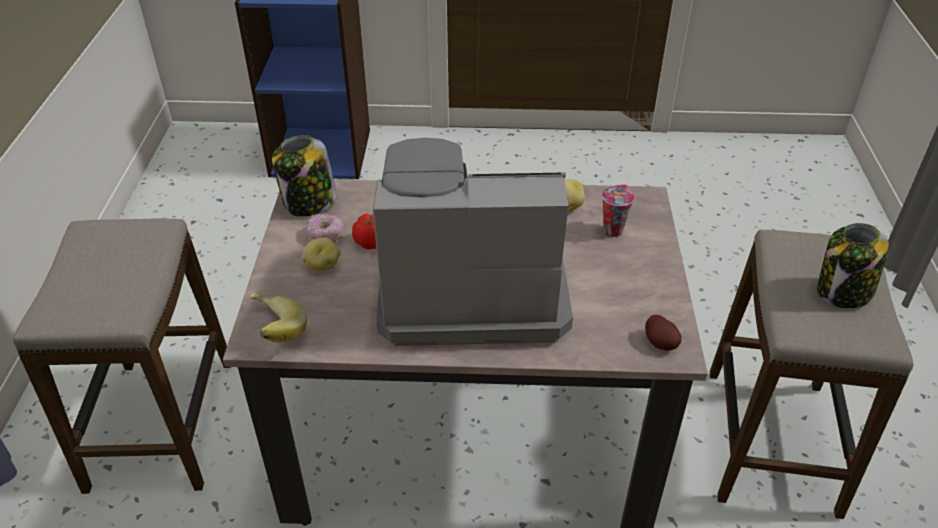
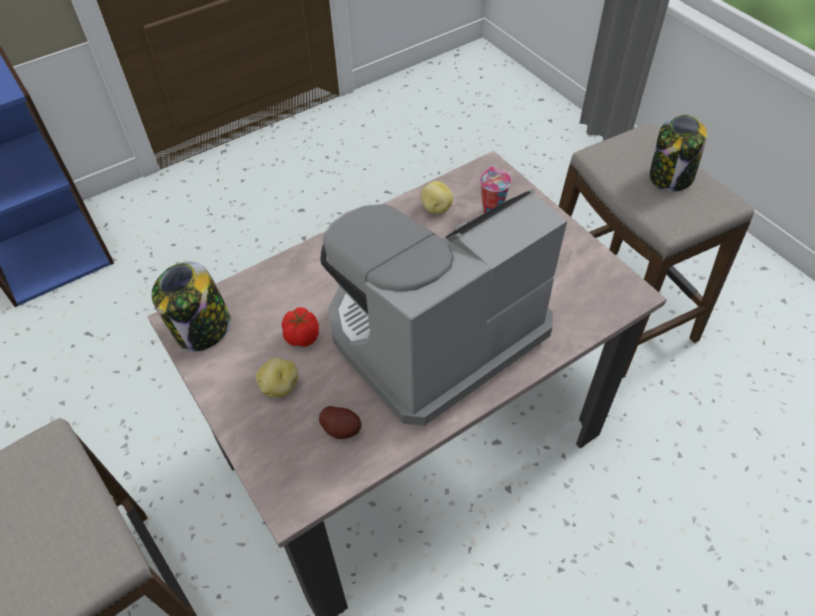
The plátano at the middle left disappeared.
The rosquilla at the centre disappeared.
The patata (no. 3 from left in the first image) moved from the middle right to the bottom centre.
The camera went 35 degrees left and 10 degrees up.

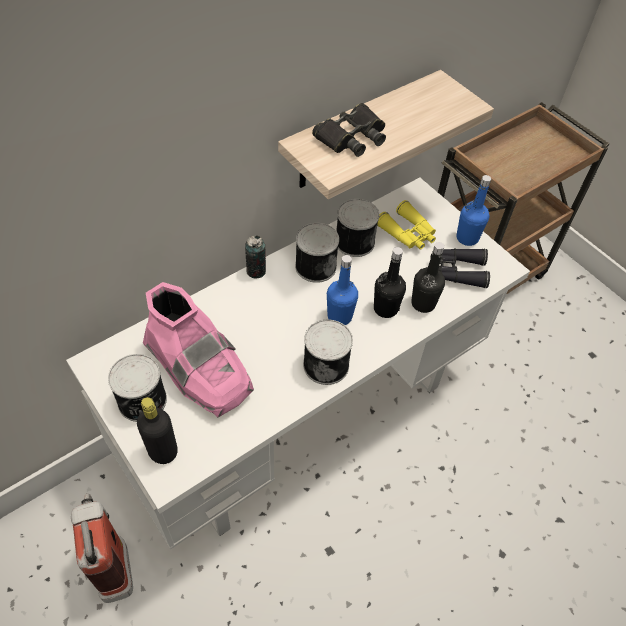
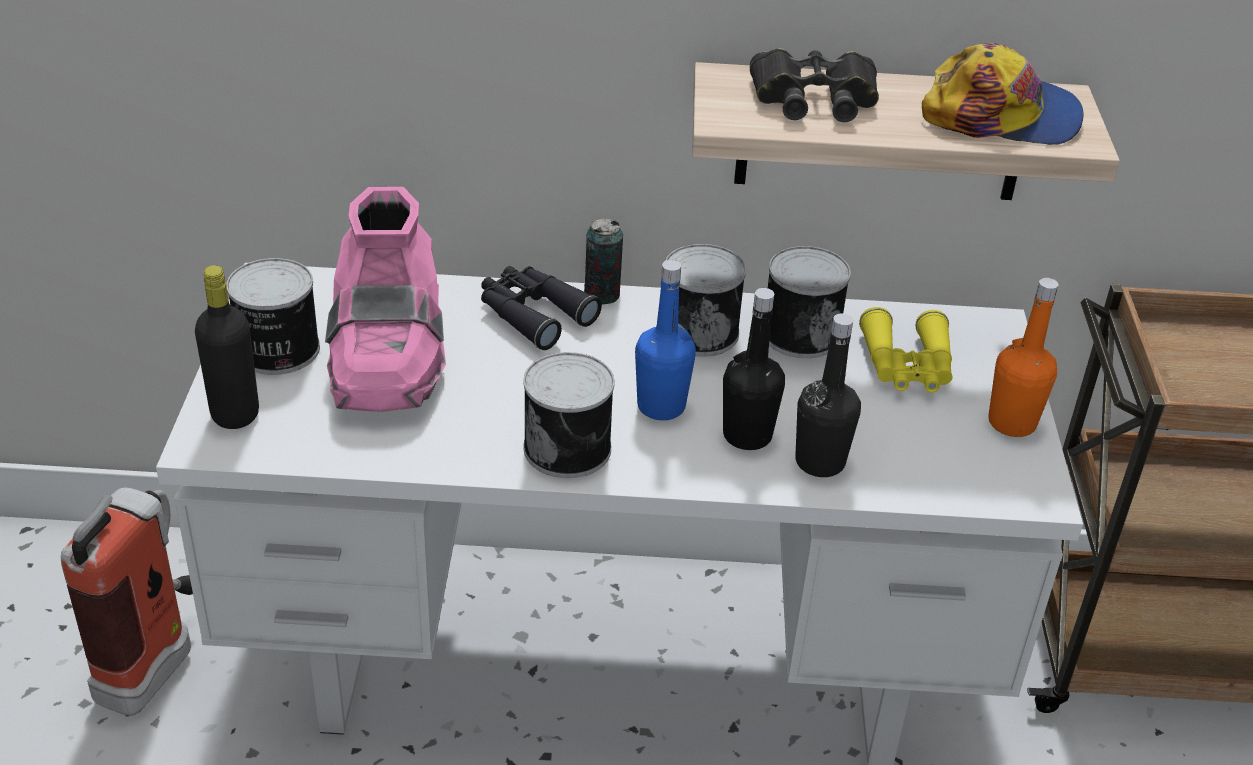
The prismáticos/negro (no. 2 from left in the first image) moved from the middle right to the centre.
The botella/azul (no. 2 from left) at the middle right became the botella/naranja at the middle right.
The gorra at the top right appeared.
The camera went 40 degrees right and 15 degrees down.

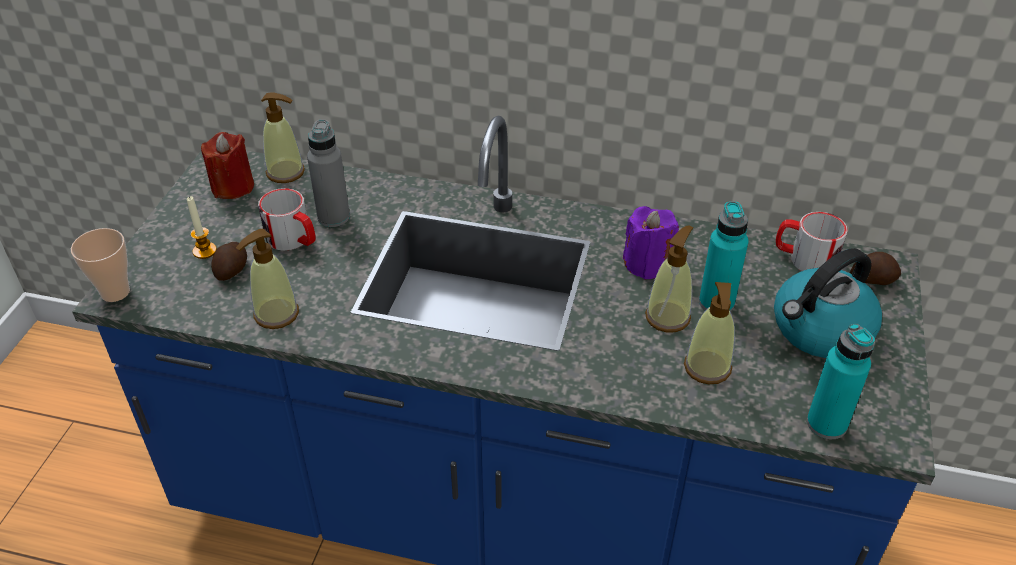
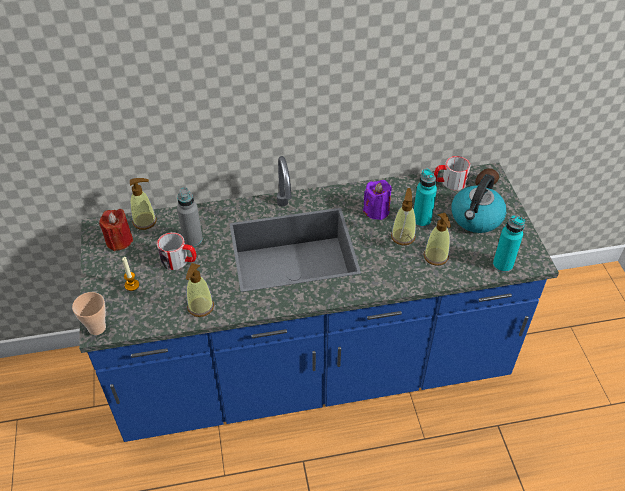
The patata (no. 1 from left) at the middle left disappeared.
The camera went 25 degrees left and 5 degrees up.

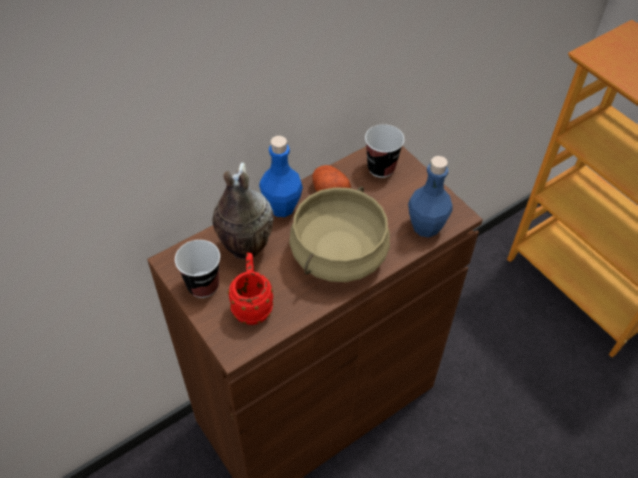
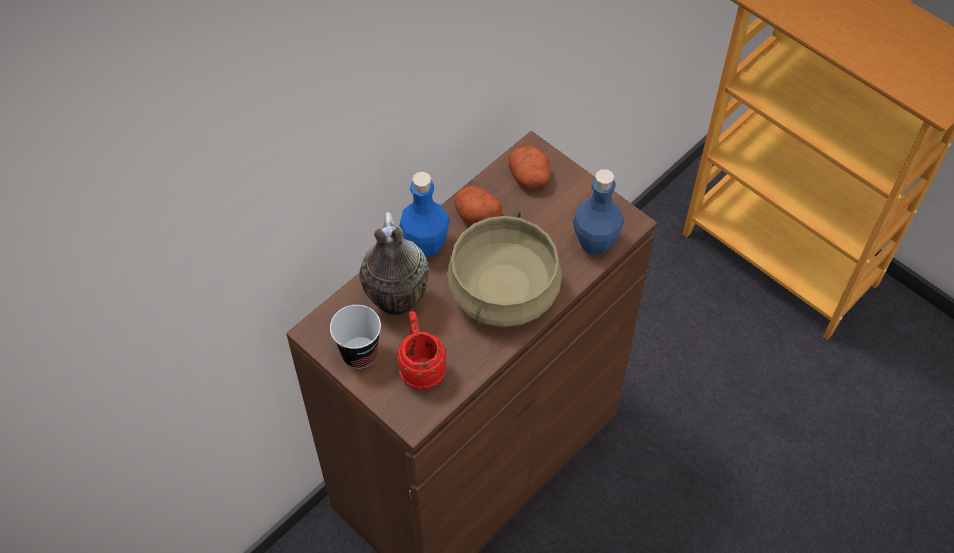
The taza (no. 2 from left) at the top centre was replaced by the patata (no. 2 from left) at the top centre.
The camera went 10 degrees left and 5 degrees up.

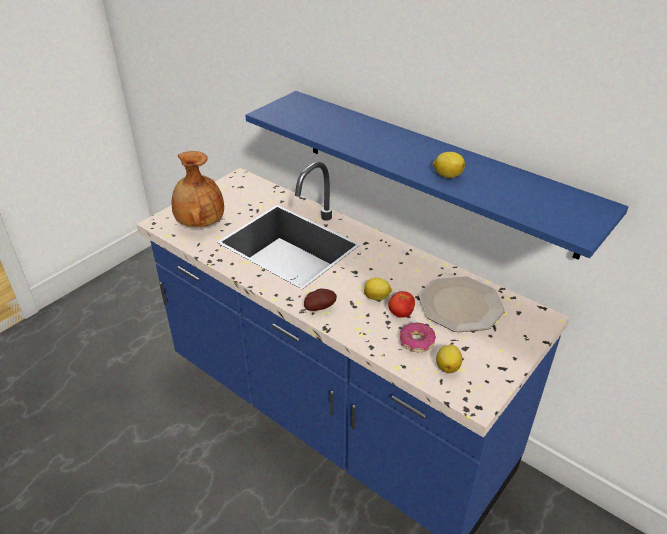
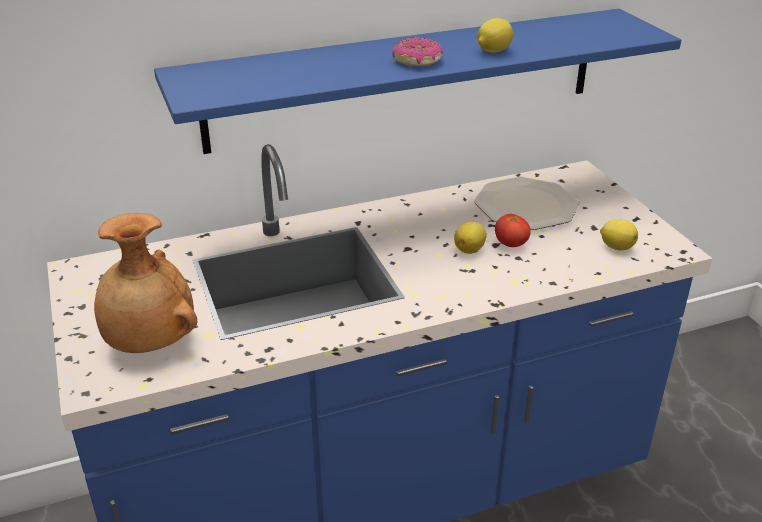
The patata at the centre disappeared.
The rosquilla moved from the centre to the top centre.
The camera went 60 degrees left and 5 degrees down.

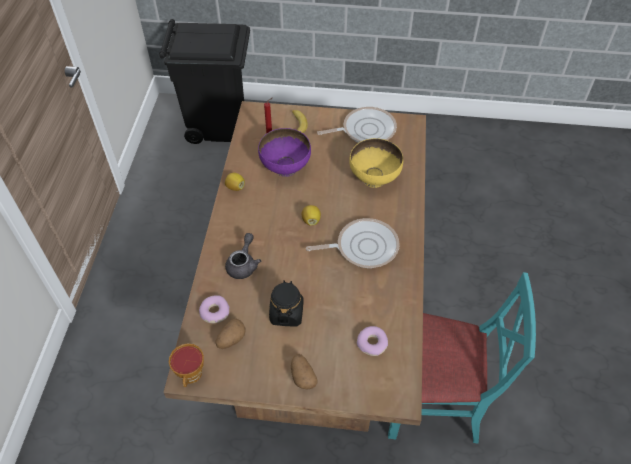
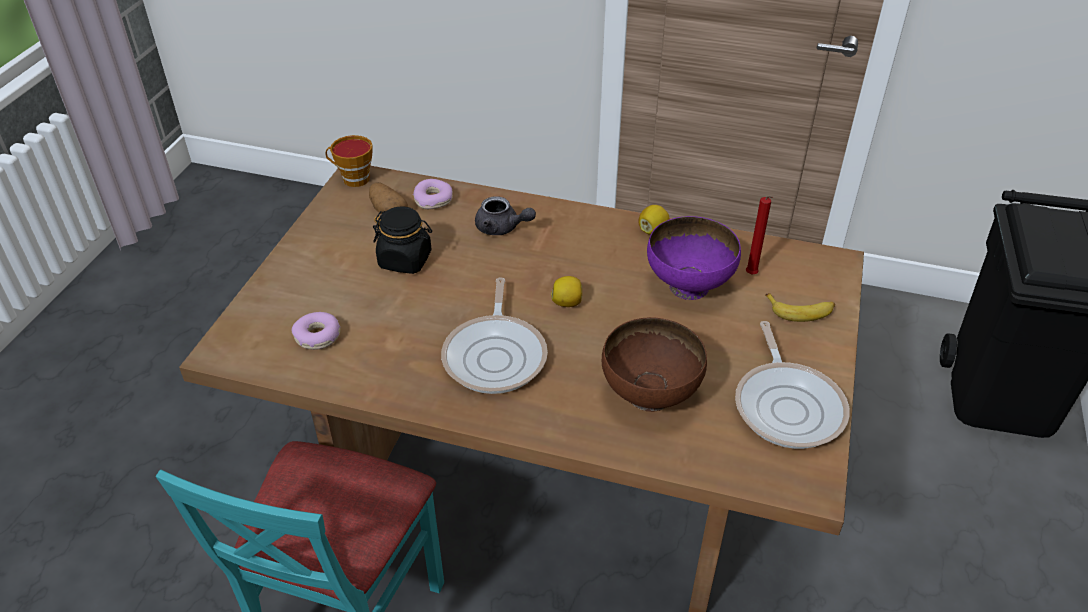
The patata (no. 2 from left) at the bottom centre disappeared.
The cuenco/amarillo at the centre became the cuenco/marrón at the centre.
The camera went 100 degrees right and 10 degrees down.

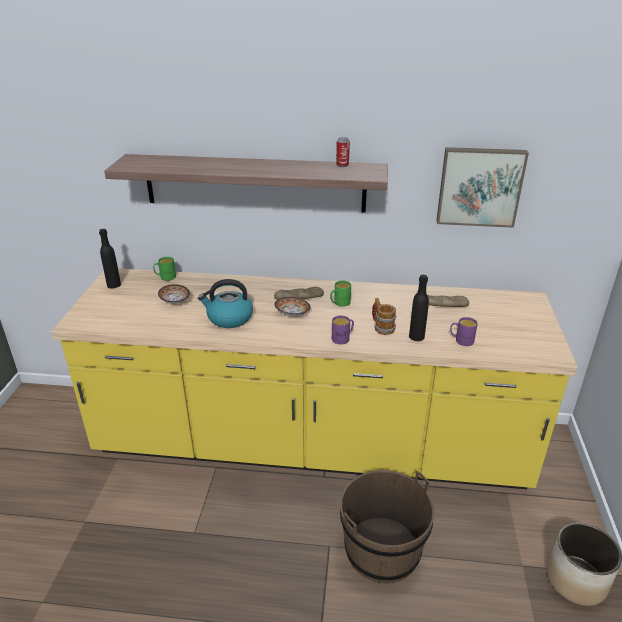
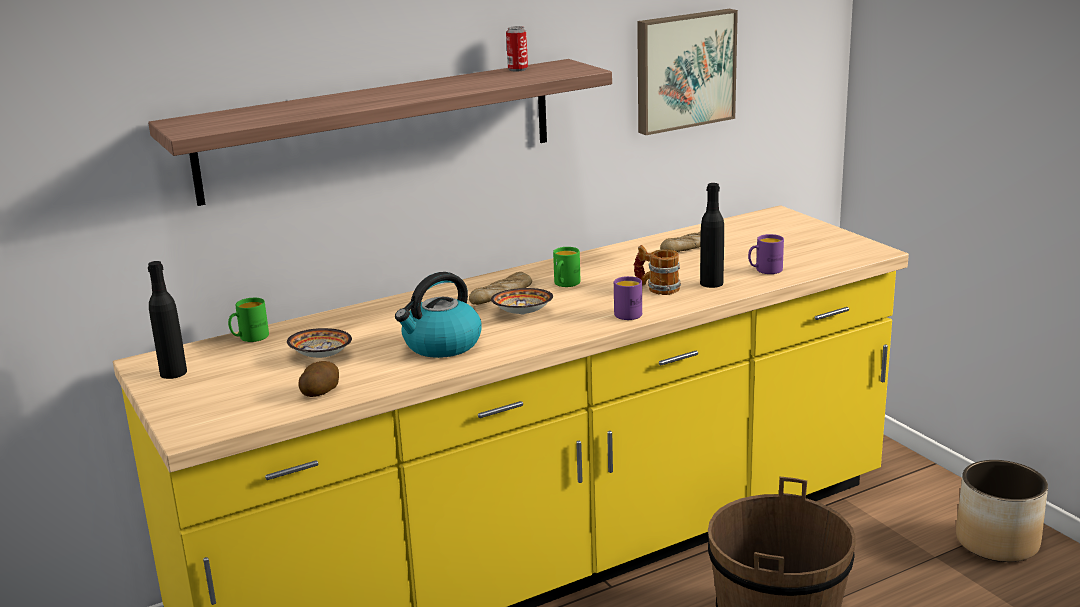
The patata at the middle left appeared.
The camera went 35 degrees left and 10 degrees down.

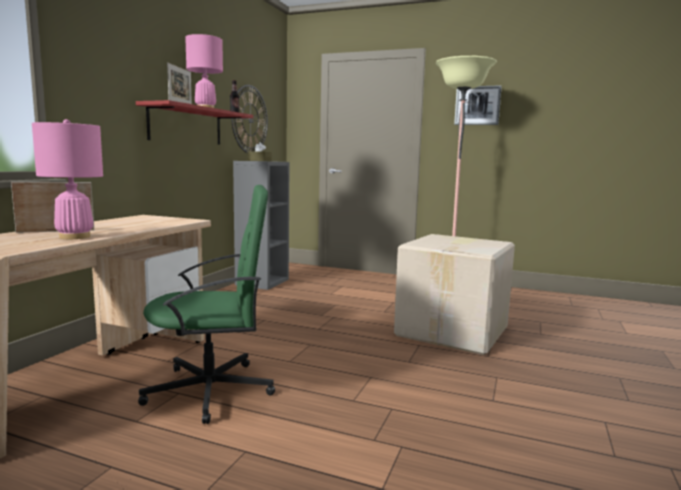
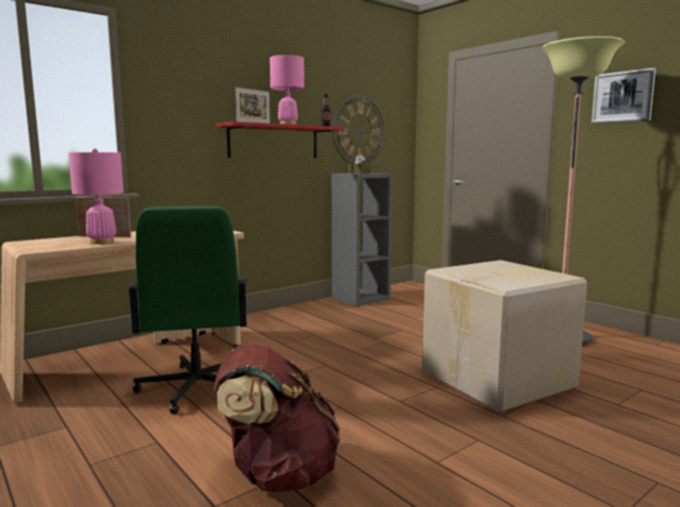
The silla de oficina/verde at the middle left turned 60 degrees clockwise.
The mochila/marrón at the bottom centre appeared.
The camera went 30 degrees right and 0 degrees up.

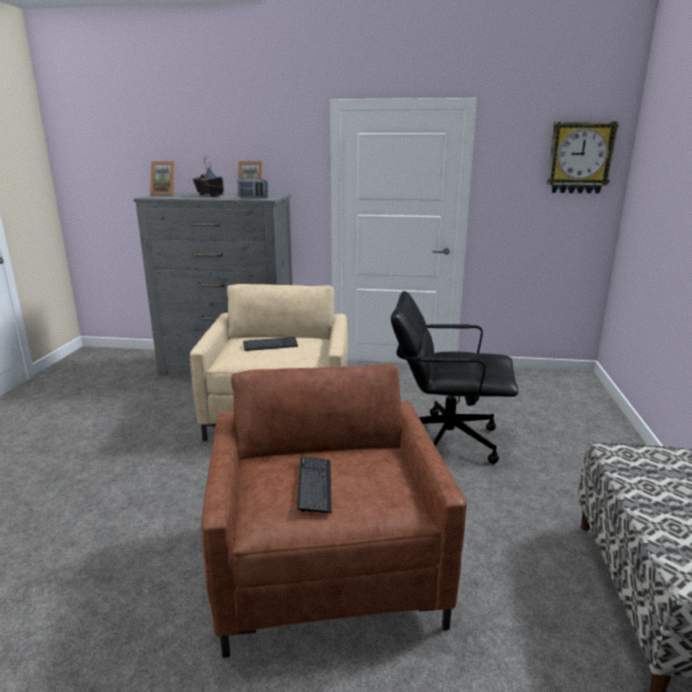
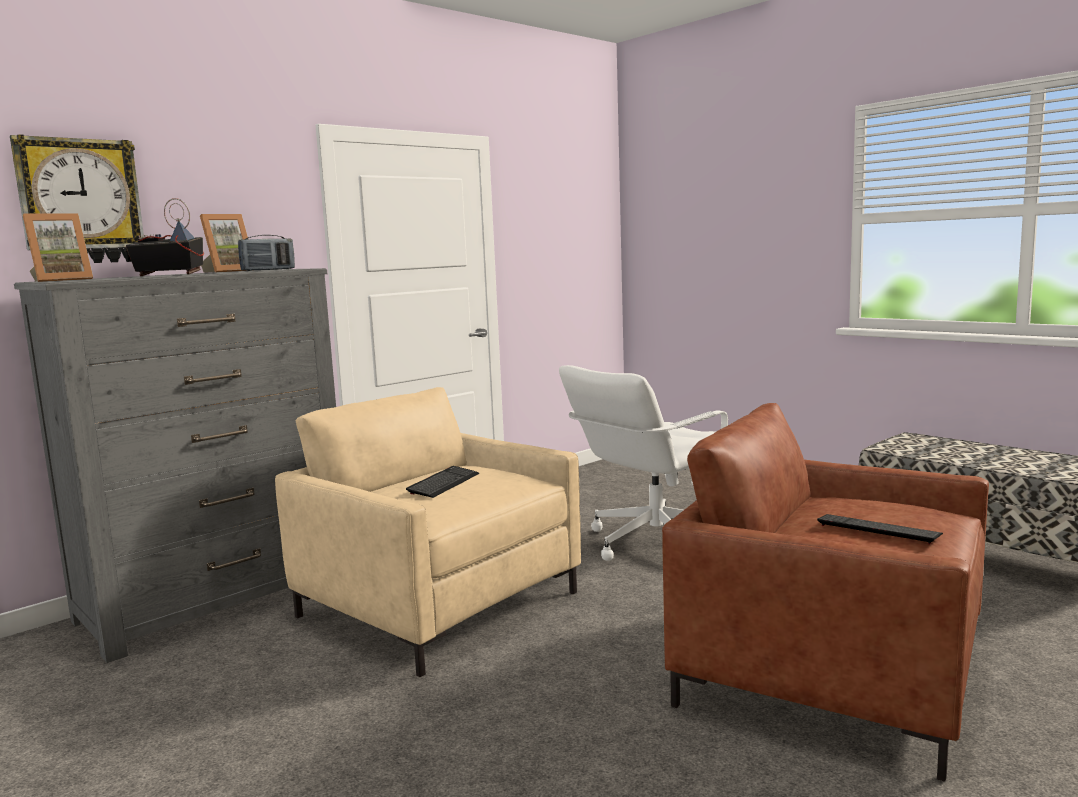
The silla de oficina/negro at the centre became the silla de oficina/blanco at the centre.
The reloj de pared moved from the top right to the top left.
The camera went 50 degrees left and 10 degrees down.

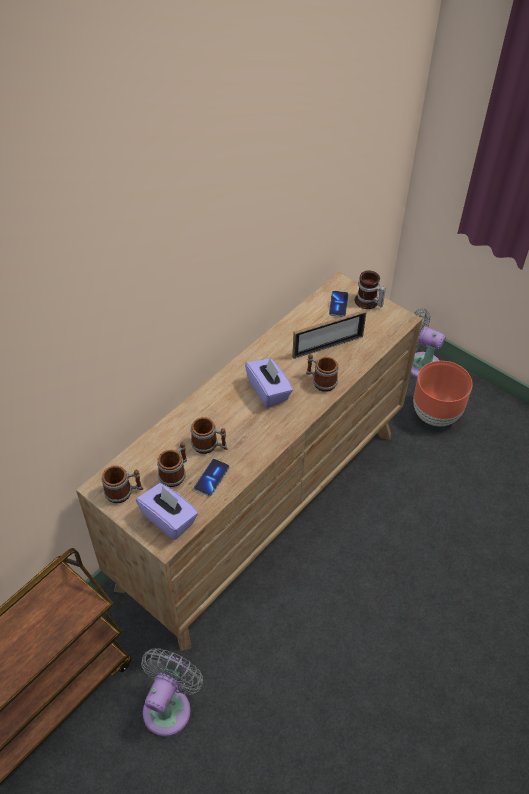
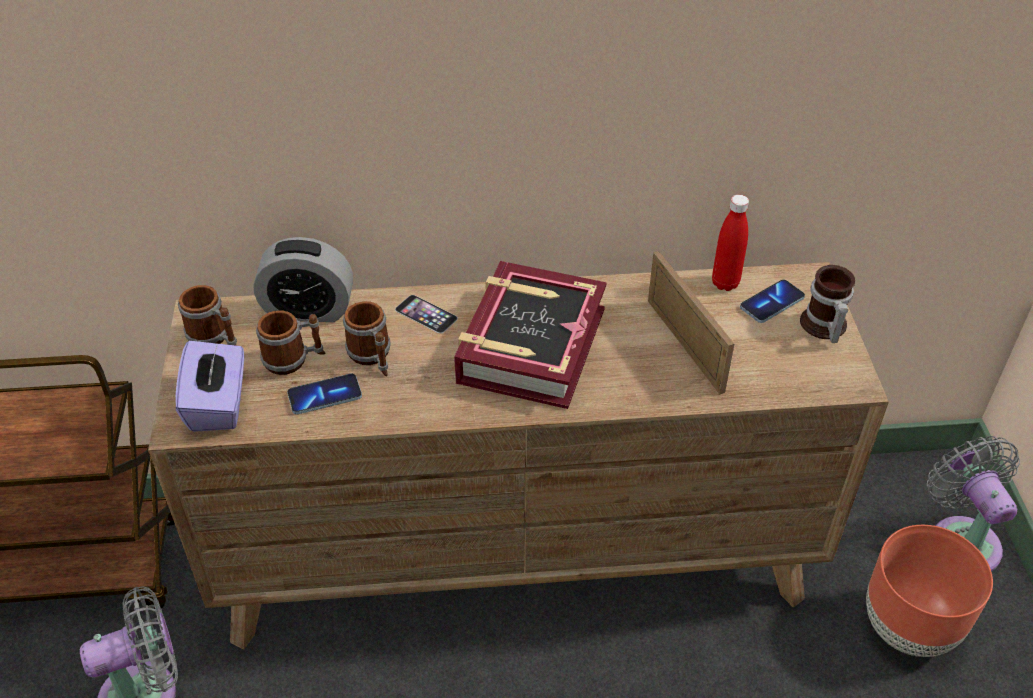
The caja de pañuelos/morado (no. 2 from left) at the centre was replaced by the libro at the centre.
The portarretratos at the centre turned 135 degrees counterclockwise.
The taza grande (no. 4 from left) at the centre disappeared.
The despertador at the middle left appeared.
The móvil (no. 2 from left) at the centre appeared.
The botella/rojo at the middle right appeared.
The camera went 45 degrees right and 5 degrees down.

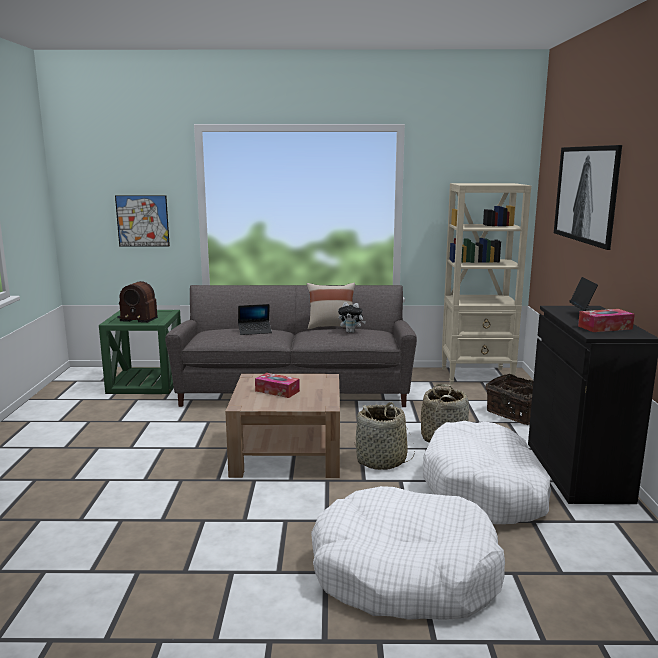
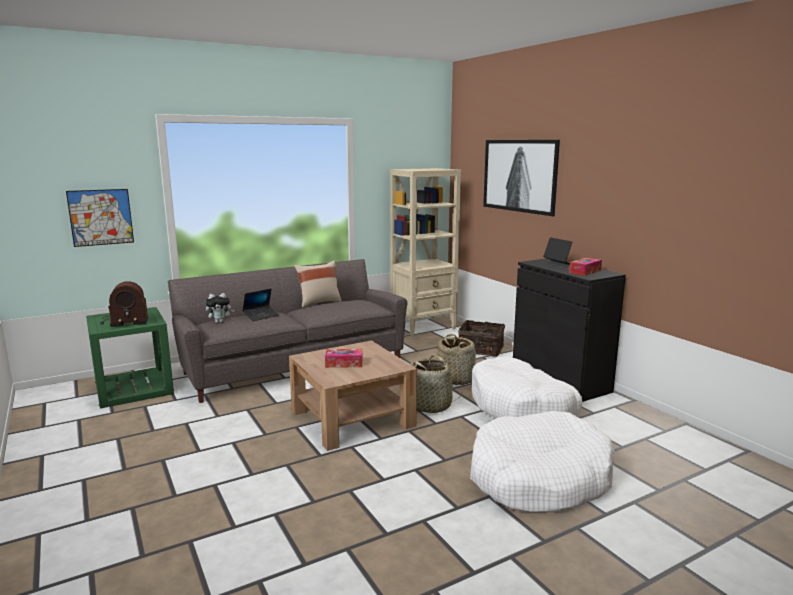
The peluche moved from the centre to the middle left.
The camera went 30 degrees left and 0 degrees up.

